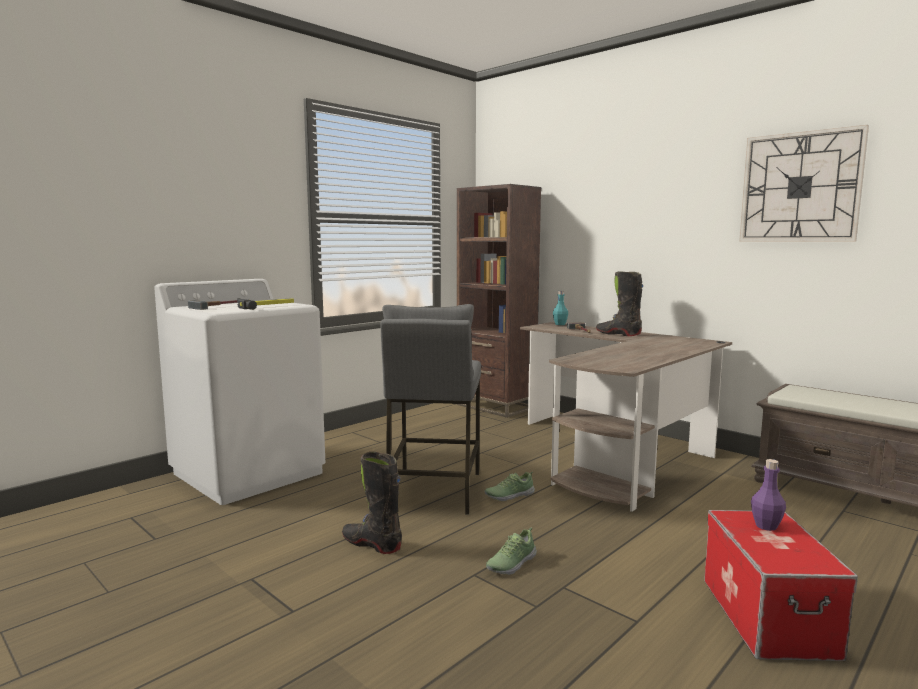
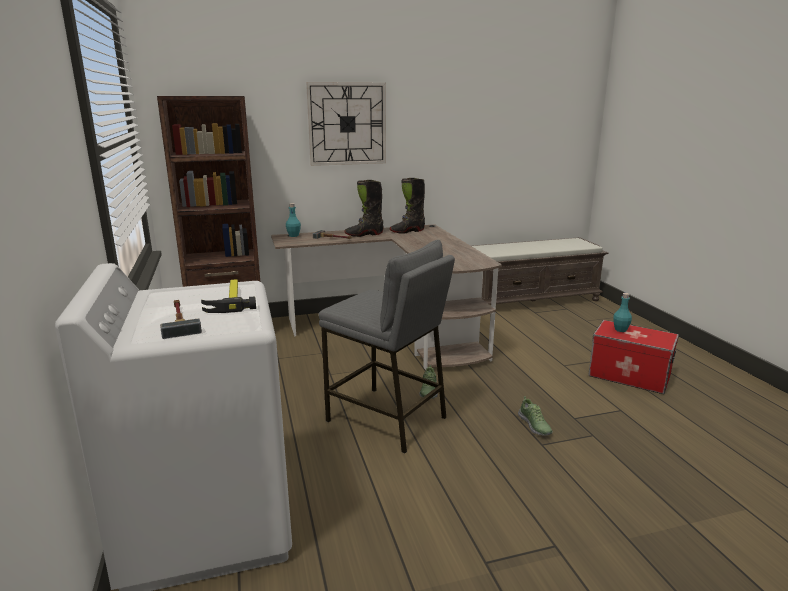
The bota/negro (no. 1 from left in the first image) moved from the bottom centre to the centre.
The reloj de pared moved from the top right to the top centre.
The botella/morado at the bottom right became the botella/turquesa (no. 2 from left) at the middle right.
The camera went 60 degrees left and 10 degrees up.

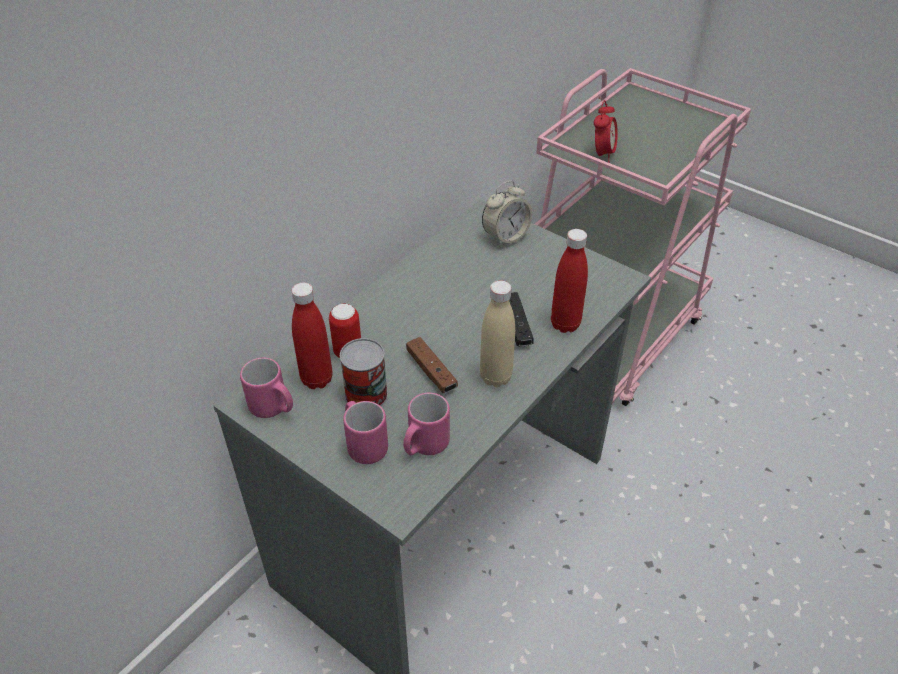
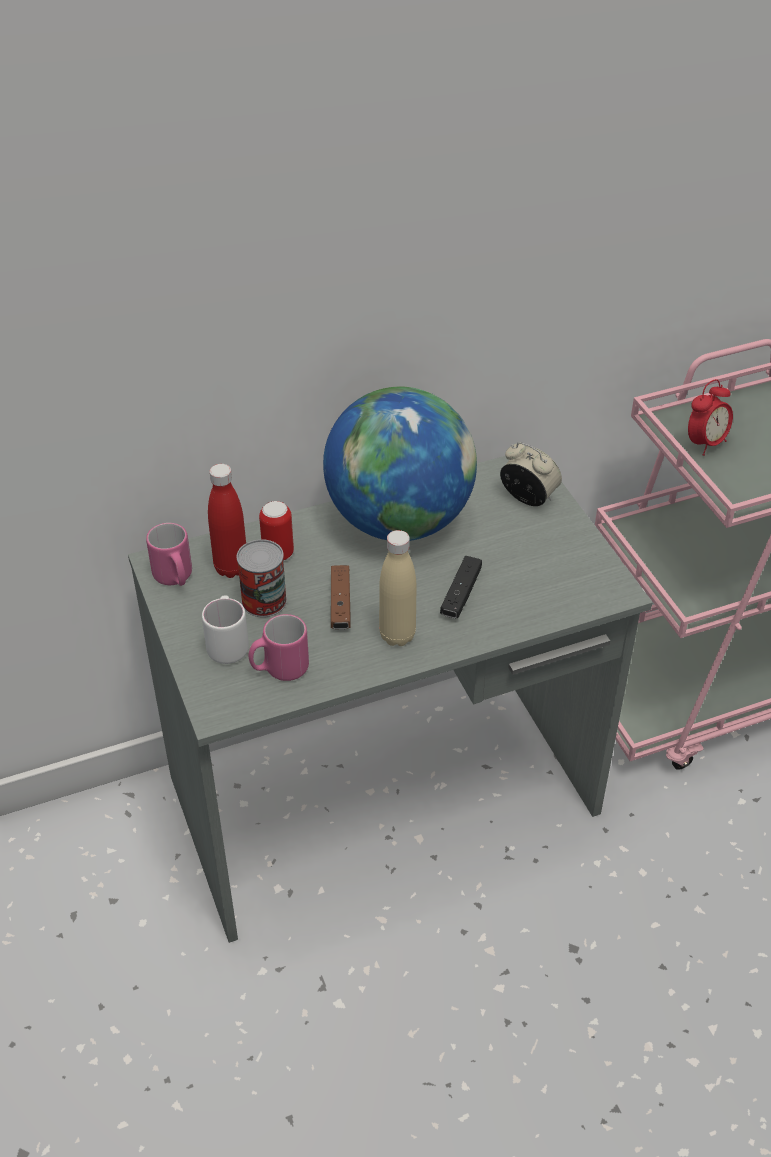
The taza grande/rosa (no. 2 from left) at the centre became the taza grande/blanco at the middle left.
The despertador (no. 1 from left) at the top centre turned 135 degrees counterclockwise.
The botella/rojo (no. 2 from left) at the centre disappeared.
The globo terráqueo at the centre appeared.
The camera went 30 degrees right and 0 degrees up.

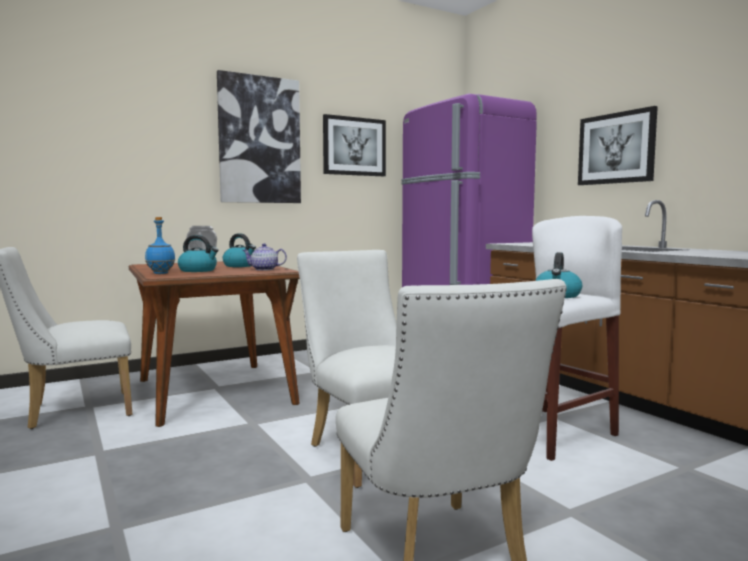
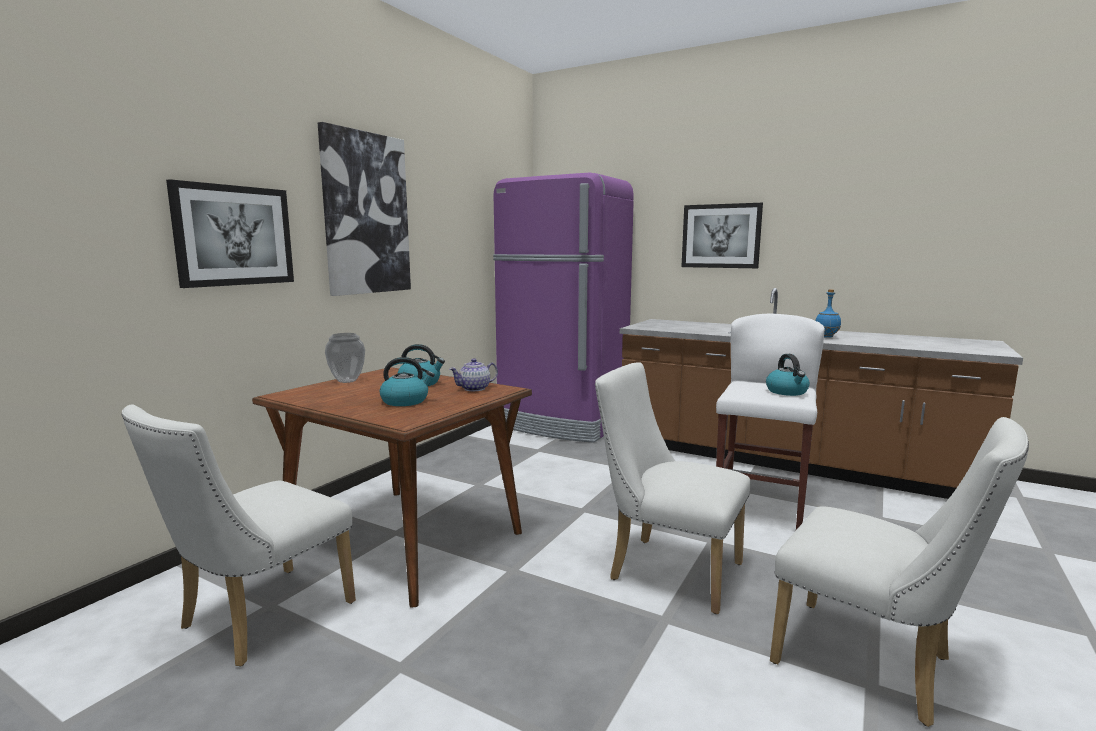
The botella/azul moved from the middle left to the middle right.
The cuadro (no. 2 from left in the first image) moved from the top centre to the top left.
The camera went 30 degrees left and 5 degrees up.

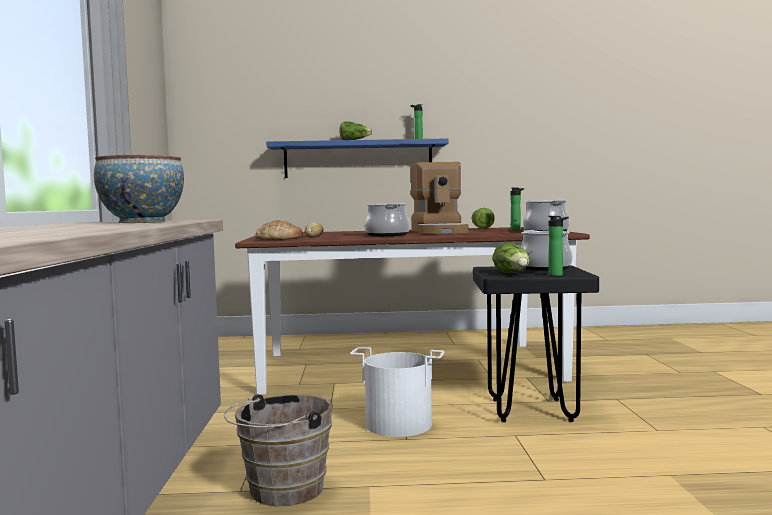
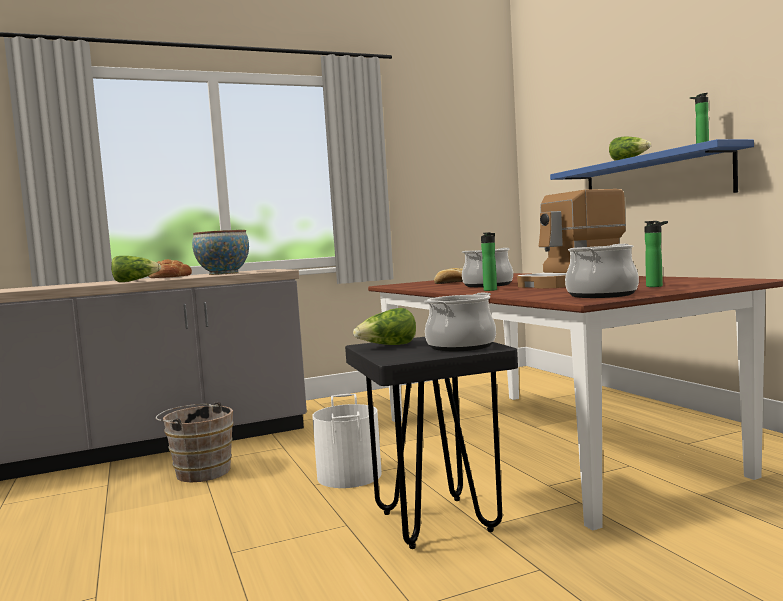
The pan (no. 1 from left) moved from the centre to the middle left.
The lechuga (no. 2 from left in the first image) moved from the centre to the middle left.
The botella (no. 3 from left in the first image) moved from the middle right to the centre.
The camera went 70 degrees right and 0 degrees up.

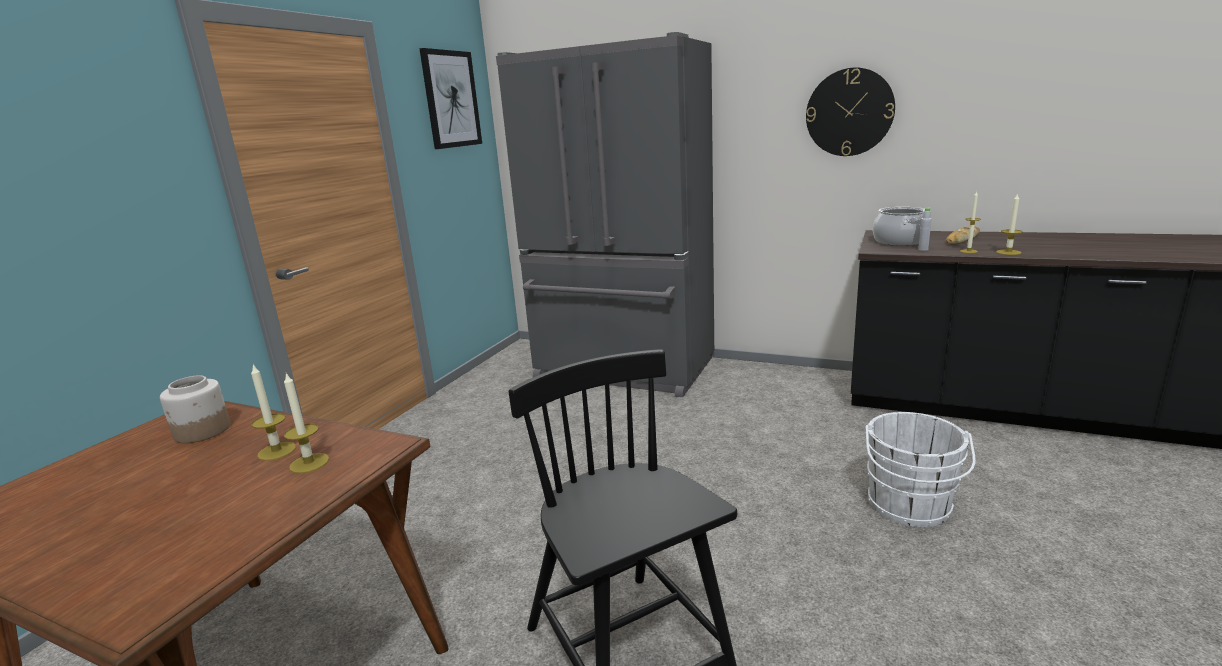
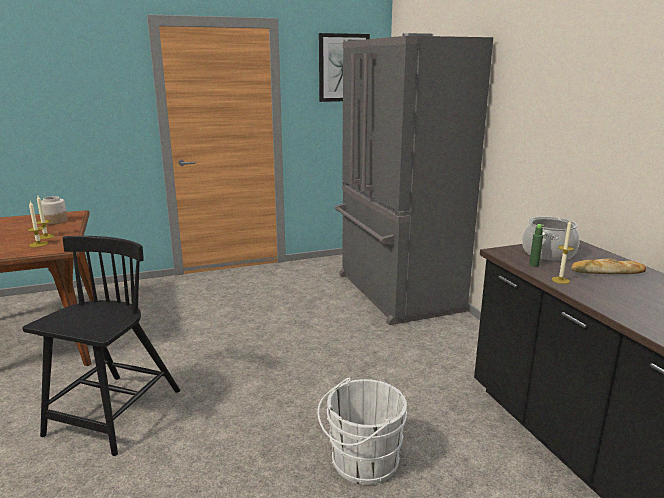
The reloj de pared at the top right disappeared.
The botella/gris at the middle right became the botella/verde at the middle right.
The vela (no. 4 from left) at the middle right disappeared.
The camera went 45 degrees right and 0 degrees up.

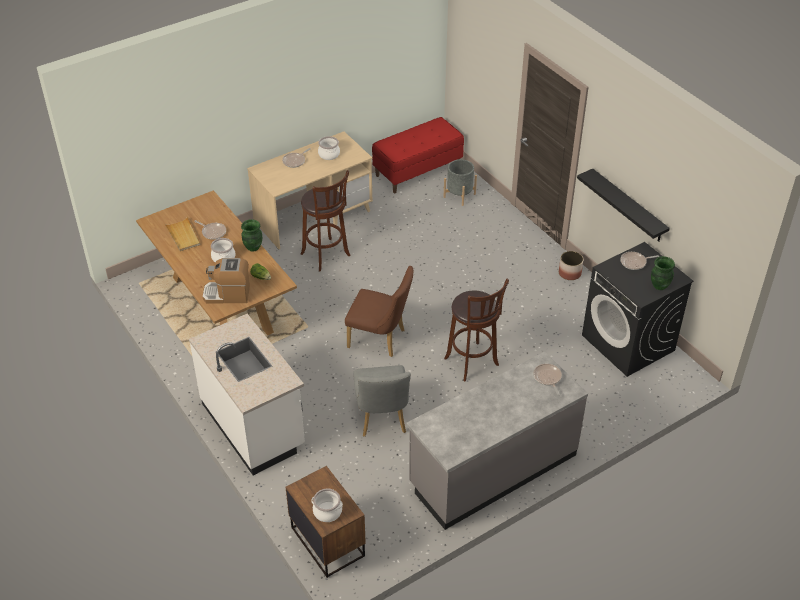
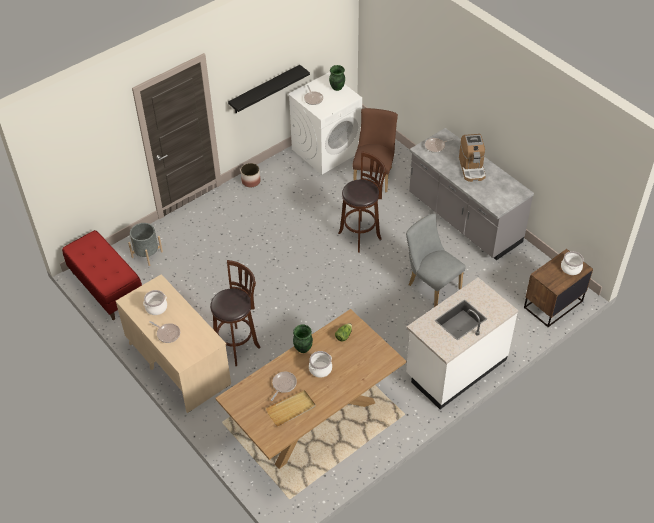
The cafetera moved from the middle left to the top right.
The silla/marrón moved from the centre to the top centre.
The silla/gris at the bottom centre turned 120 degrees counterclockwise.
The lavadora/negro at the middle right became the lavadora/blanco at the top centre.
The camera went 95 degrees left and 5 degrees up.

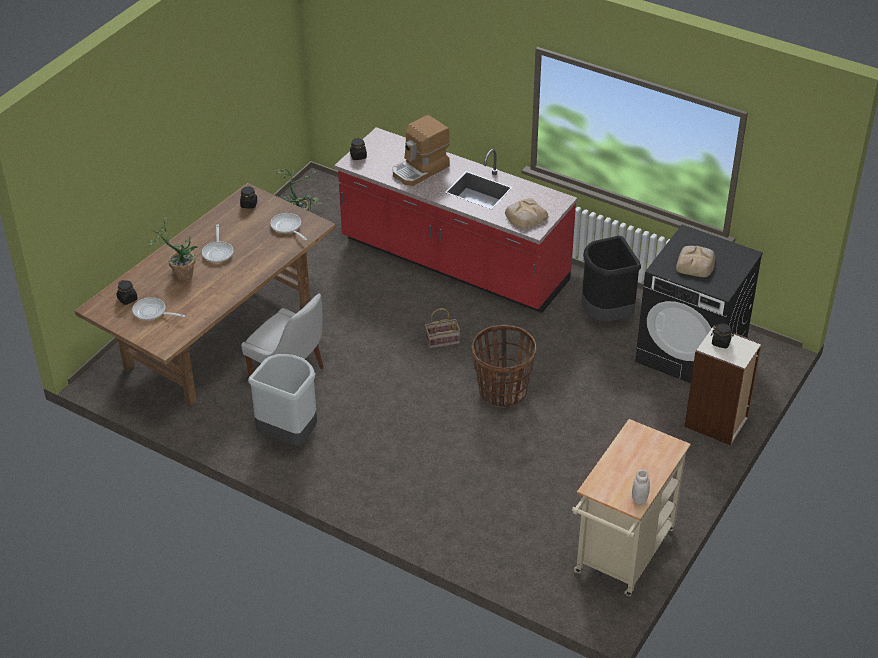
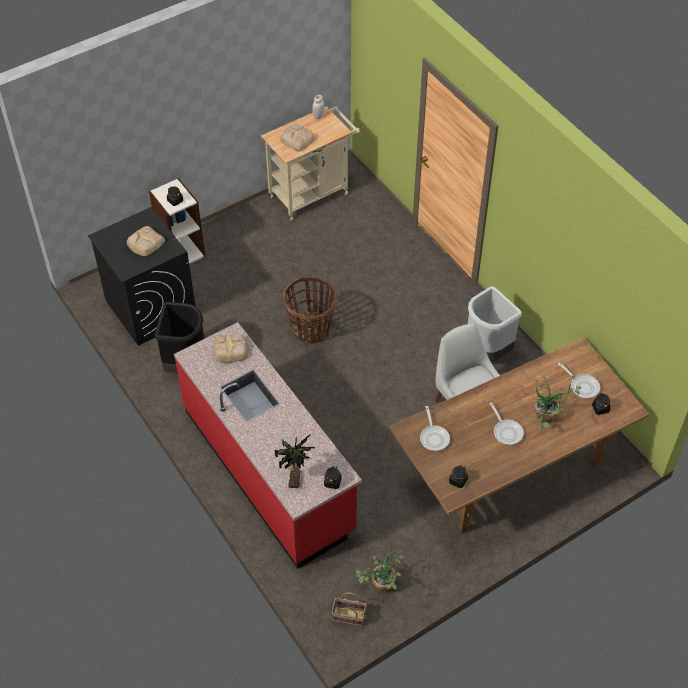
The sartén (no. 2 from left) at the middle left turned 135 degrees clockwise.
The cafetera at the top centre disappeared.
The cesta (no. 1 from left in the first image) moved from the centre to the bottom centre.
The planta en maceta (no. 1 from left) at the bottom centre appeared.
The pan (no. 3 from left) at the top centre appeared.
The camera went 155 degrees left and 10 degrees up.

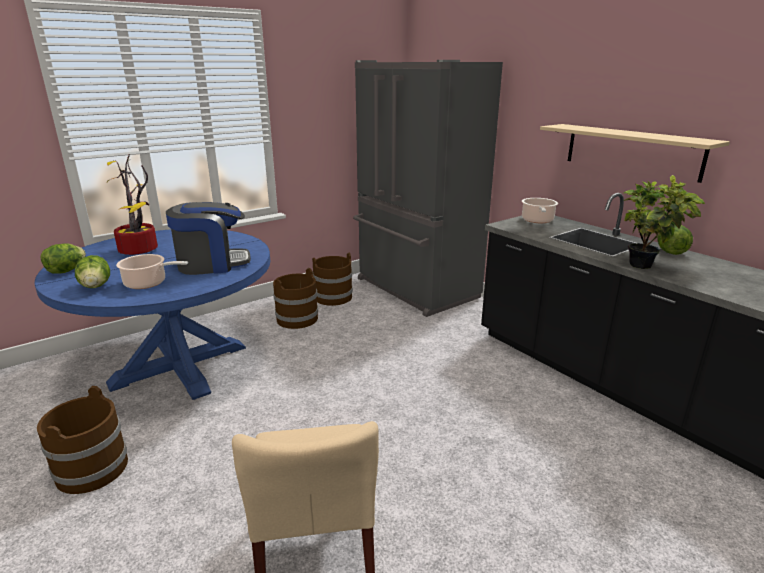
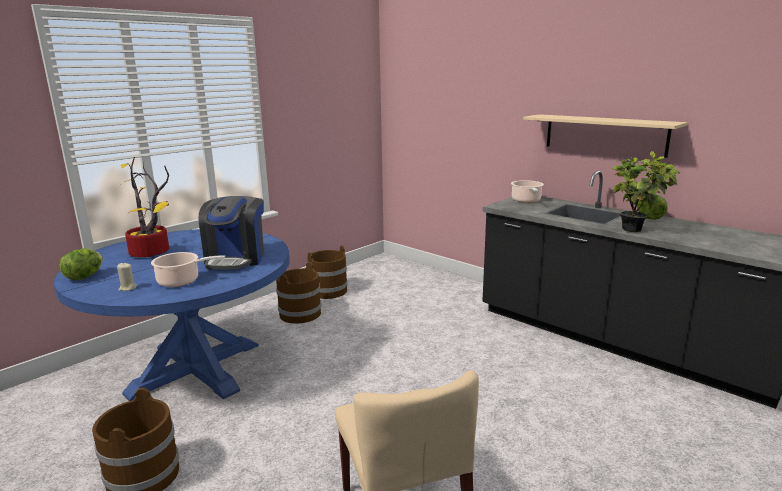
The lechuga (no. 2 from left) at the middle left was replaced by the vela/beis at the middle left.
The cafetera at the middle left turned 120 degrees clockwise.
The nevera/gris at the top centre disappeared.
The camera went 10 degrees left and 5 degrees down.

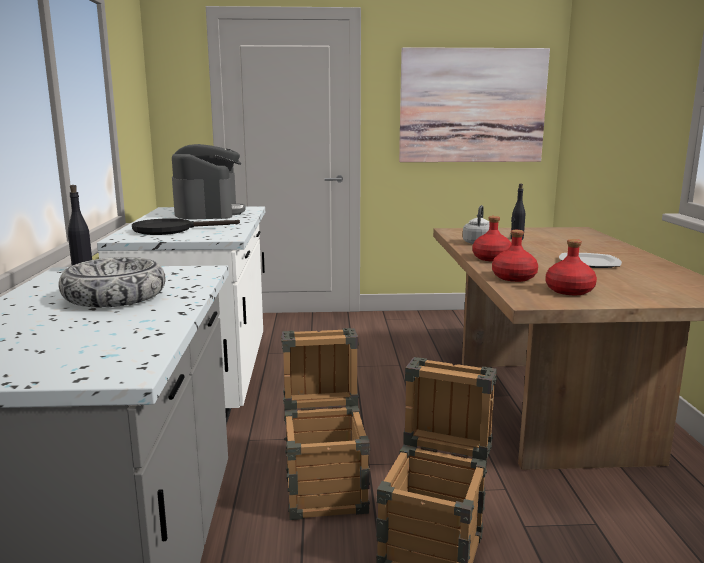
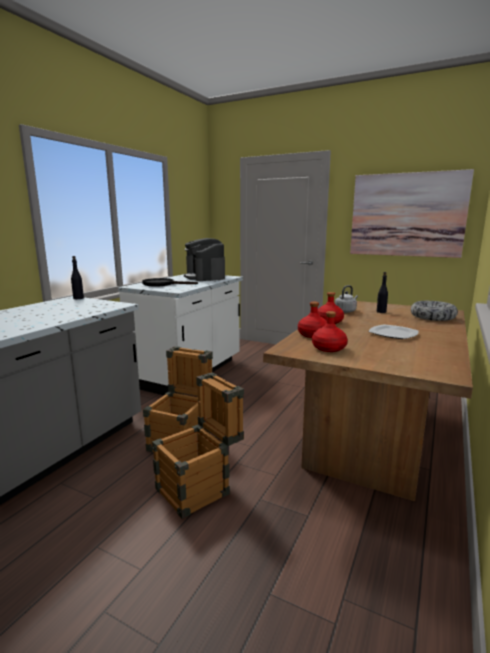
The cuenco moved from the middle left to the middle right.
The cafetera at the top left turned 135 degrees clockwise.
The camera went 30 degrees right and 0 degrees up.

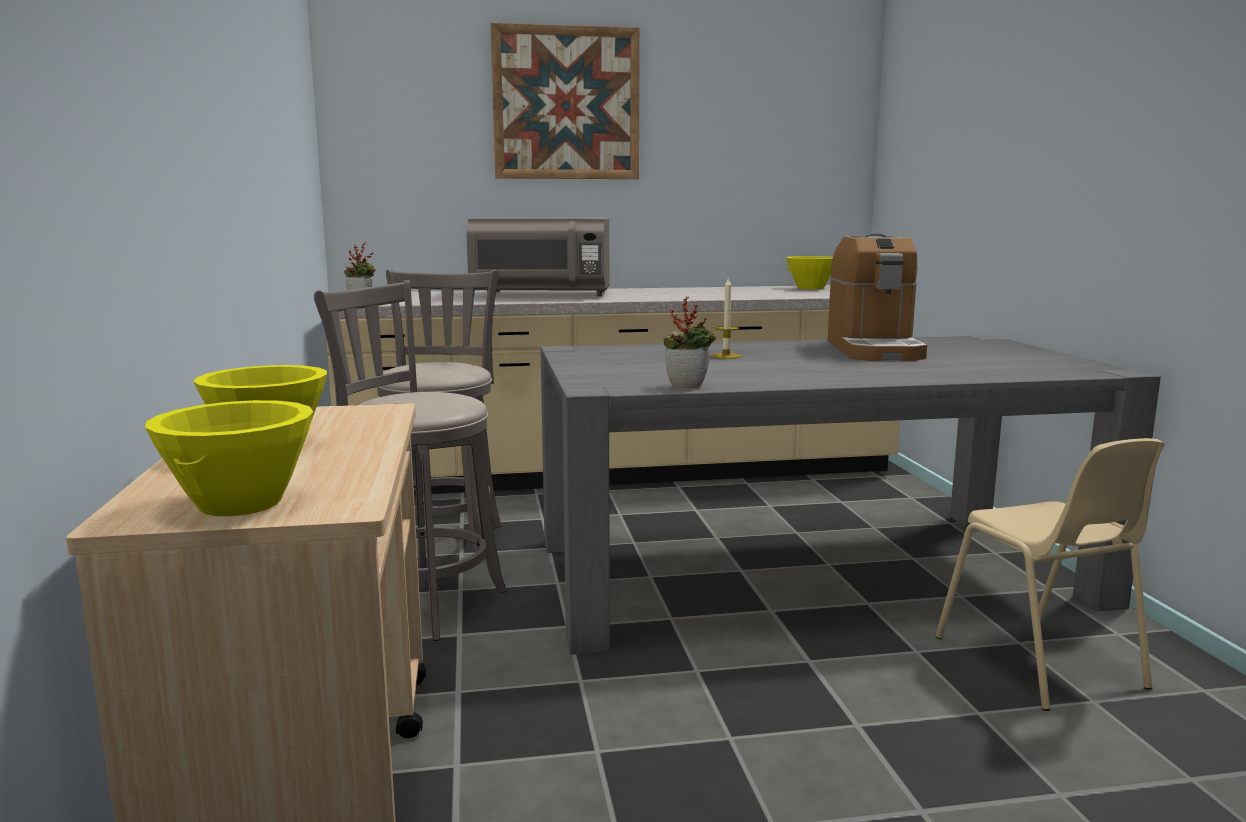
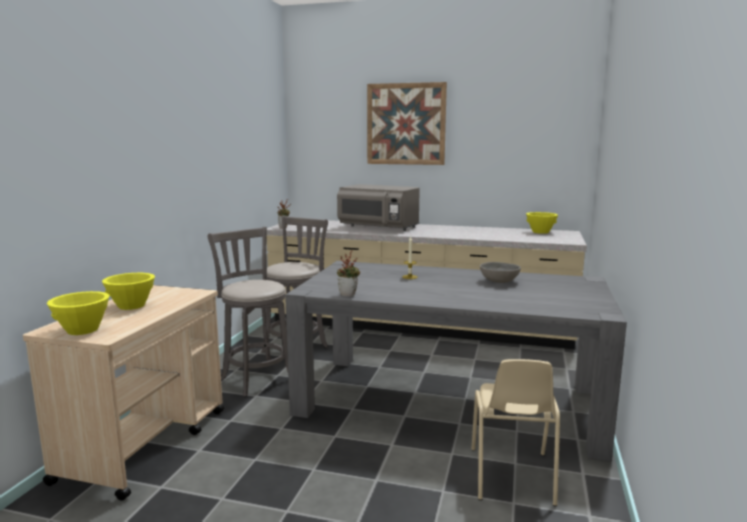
The cafetera at the middle right was replaced by the cuenco/gris at the middle right.
The camera went 25 degrees right and 0 degrees up.

